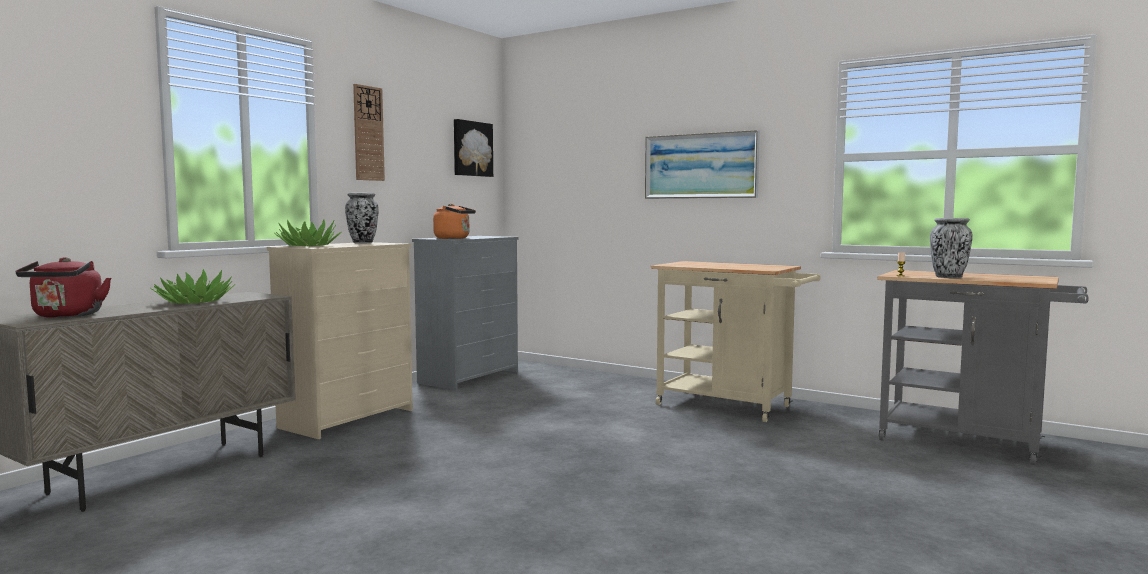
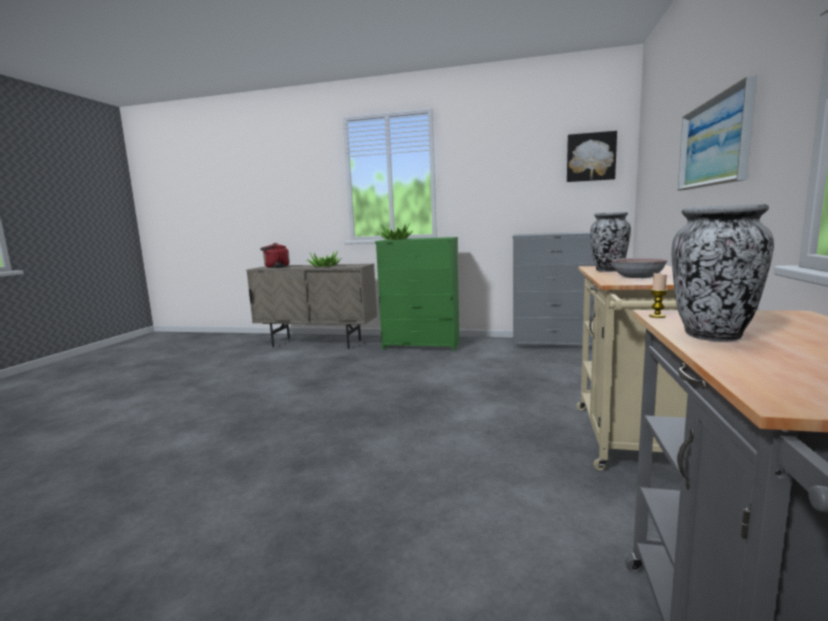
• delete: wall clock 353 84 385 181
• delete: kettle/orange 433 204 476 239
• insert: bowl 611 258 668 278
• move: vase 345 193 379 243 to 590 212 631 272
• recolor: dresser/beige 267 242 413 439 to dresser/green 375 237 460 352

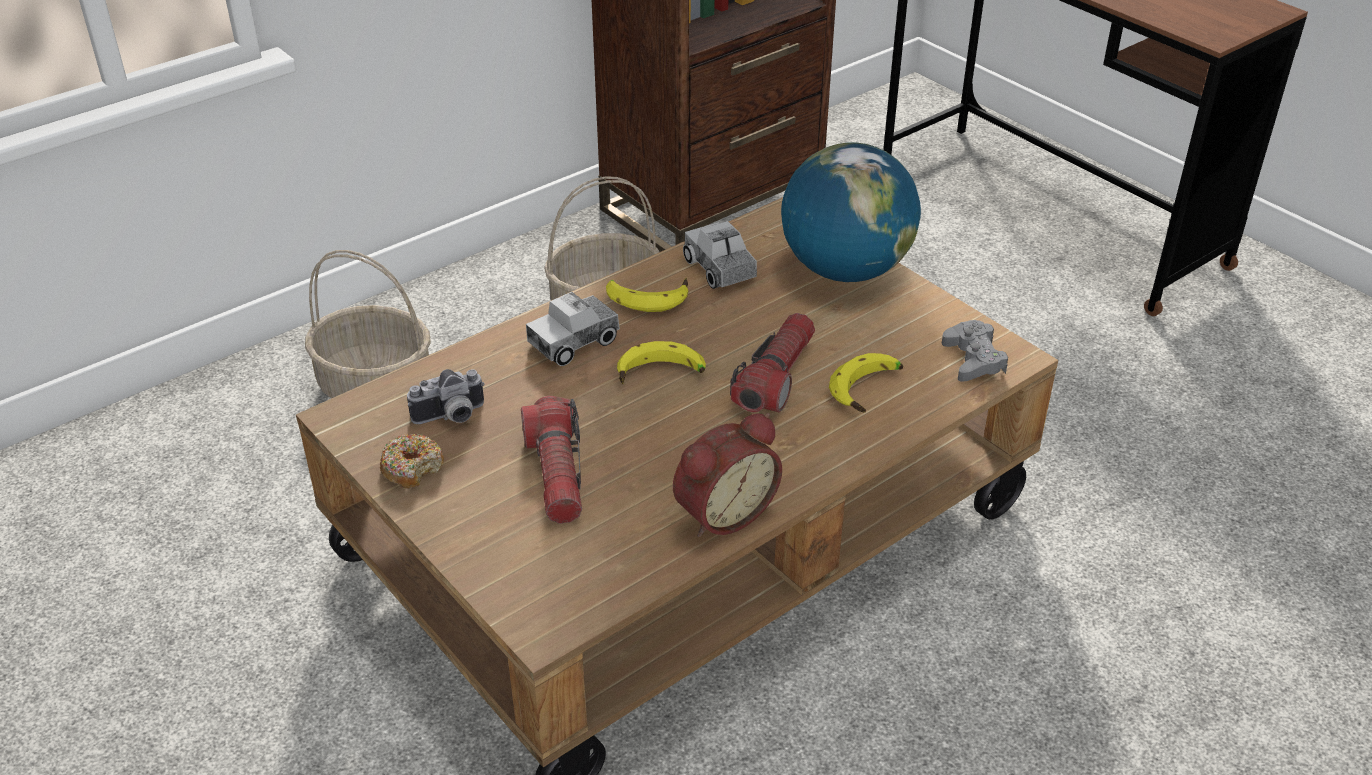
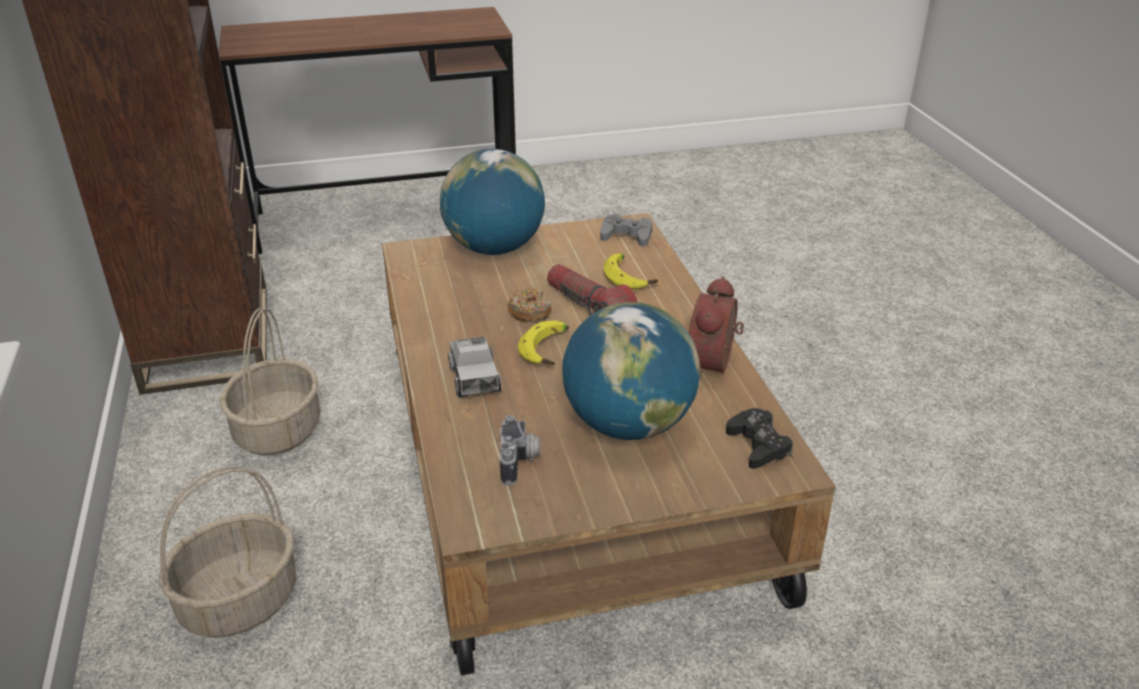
• delete: banana 606 278 688 312
• delete: toy truck 683 221 757 289
• insert: game controller/black 726 408 793 469
• move: donut 380 434 444 489 to 507 288 551 322
• replace: flashlight 521 396 582 524 to globe 562 302 700 440
• rotate: alarm clock 673 413 782 537 = 689 276 744 378 150 degrees counterclockwise

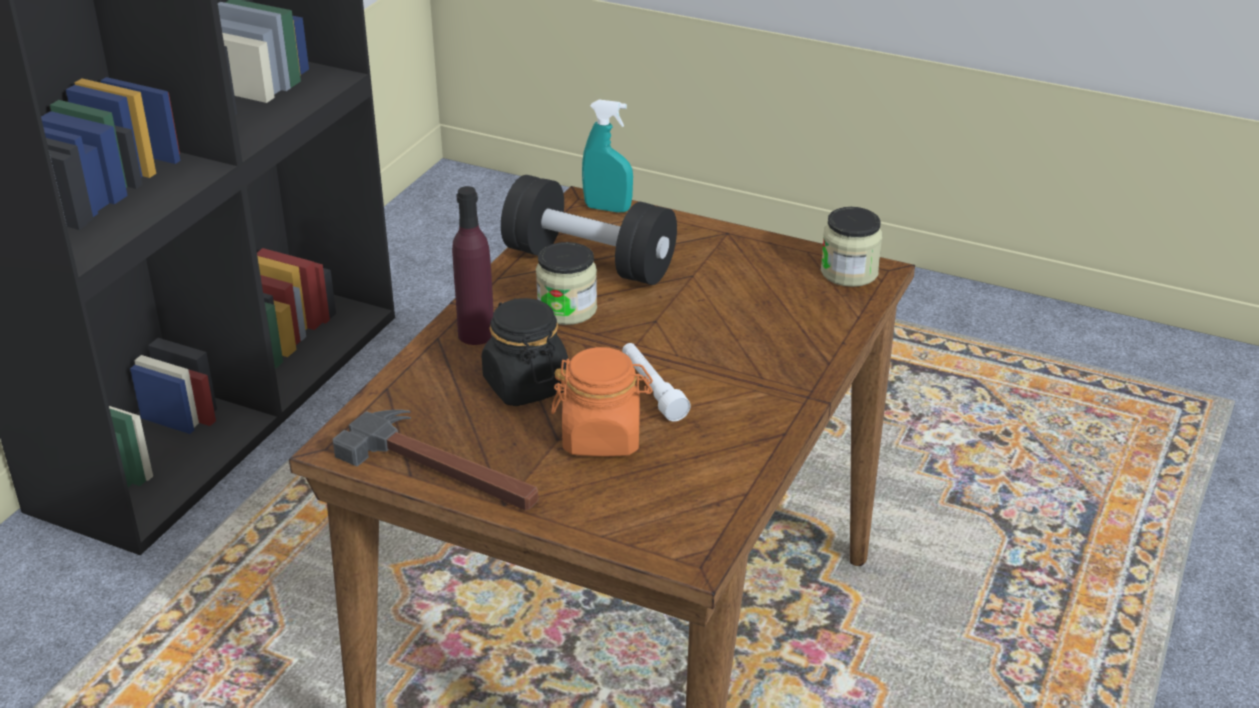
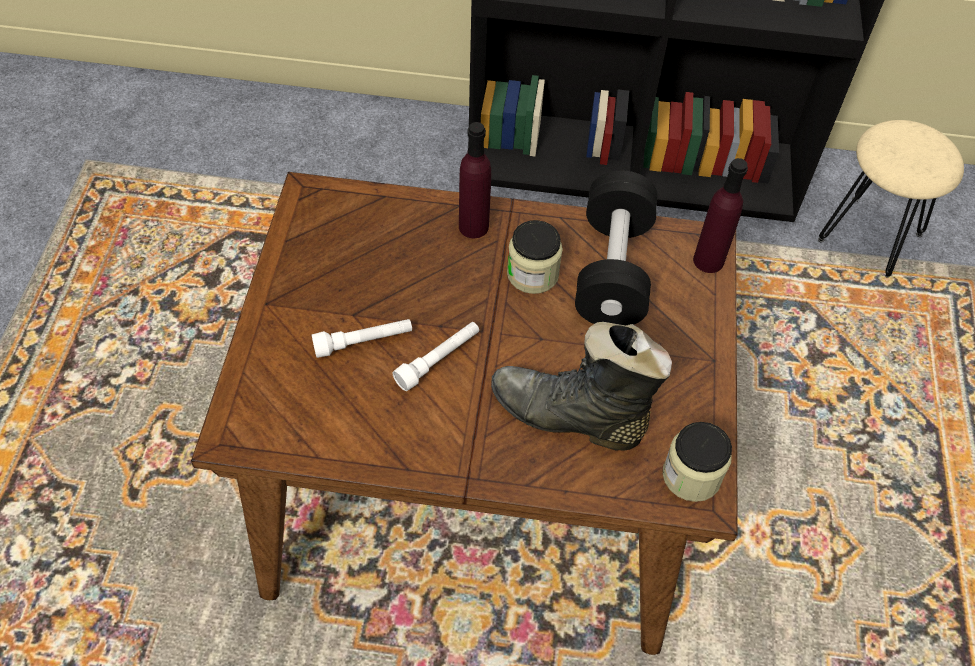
• delete: hammer 333 410 538 511
• delete: jar/black 482 298 569 406
• insert: boot/black 491 322 672 451
• insert: stool/beige 818 120 964 277
• replace: jar/orange 551 347 653 457 to flashlight/white 312 319 412 358
• replace: spray bottle/turquoise 582 100 633 213 to bottle/purple 693 158 748 273

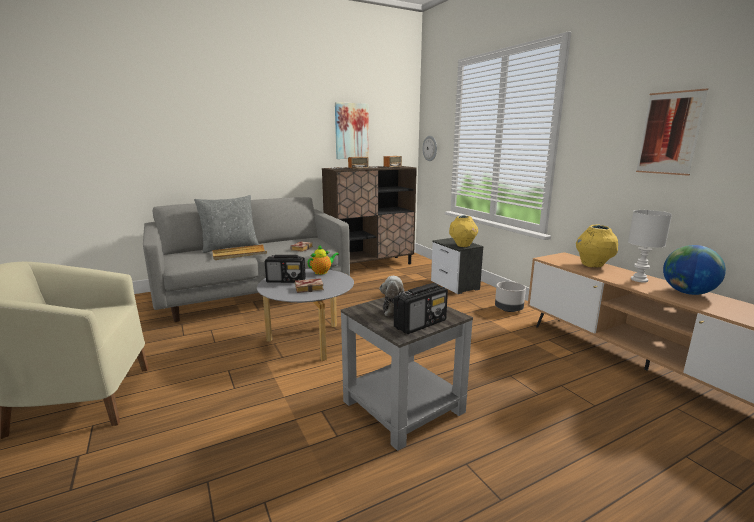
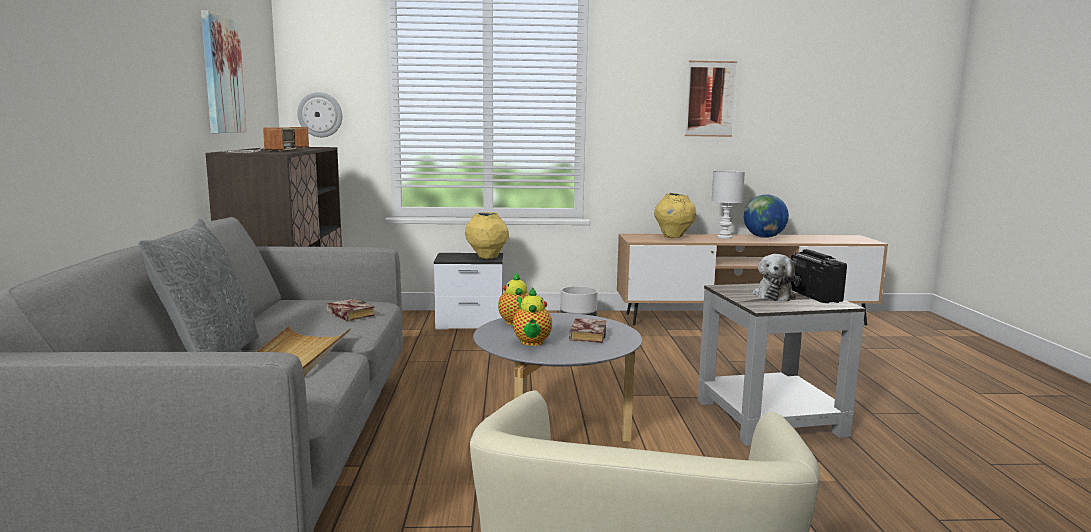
• replace: radio 265 255 306 283 to teapot 513 287 552 346

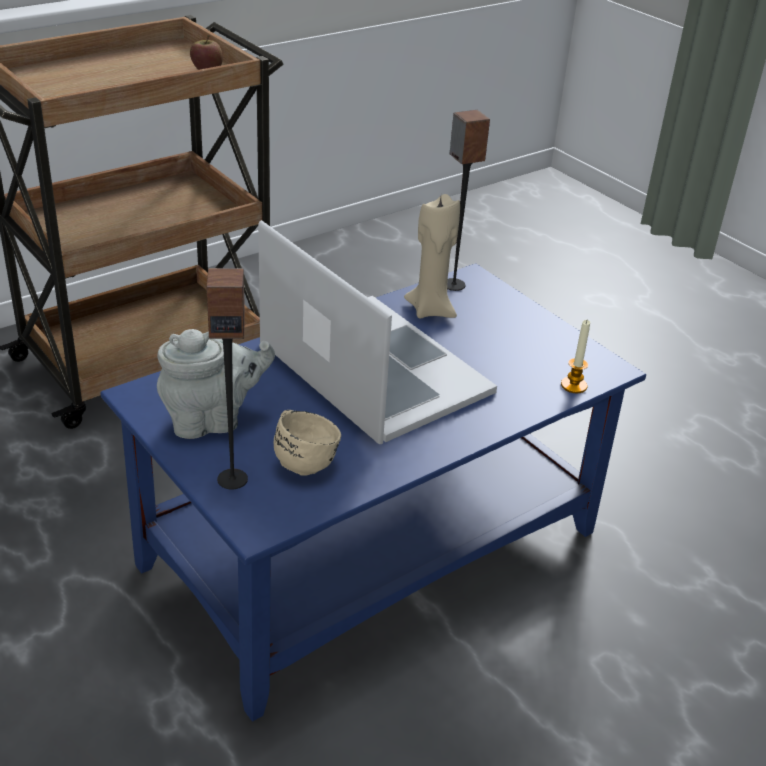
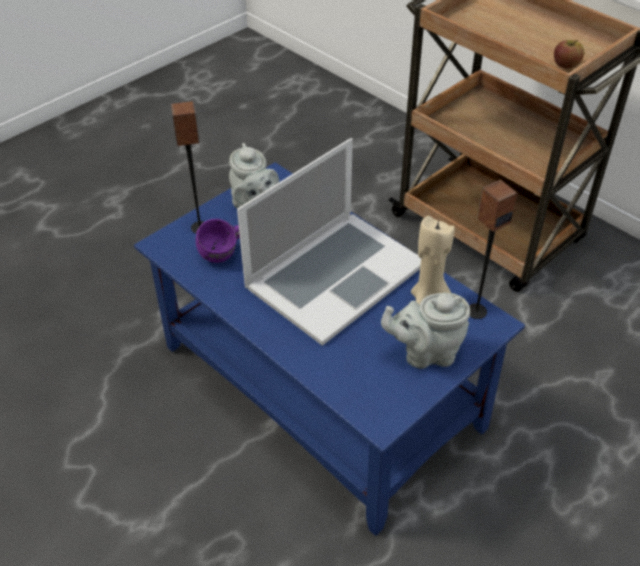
• delete: candle 561 320 590 393
• insert: teapot/grey 381 293 470 369
• recolor: mug/beige 274 410 341 476 to mug/purple 196 219 240 263

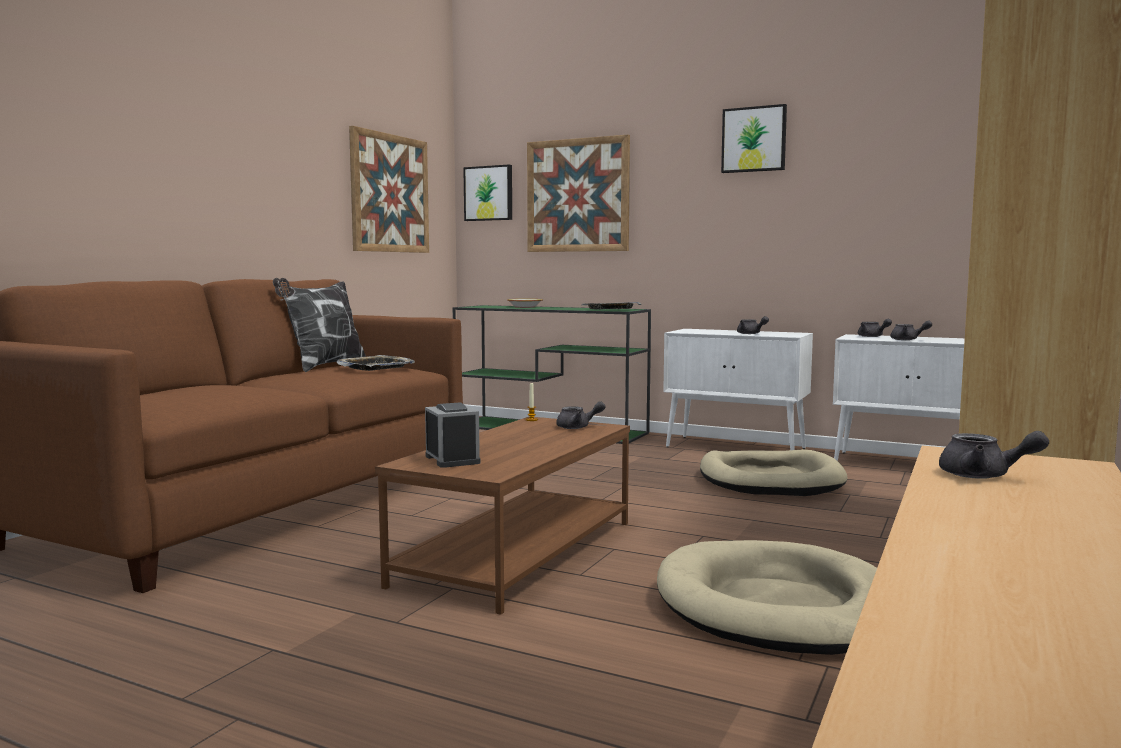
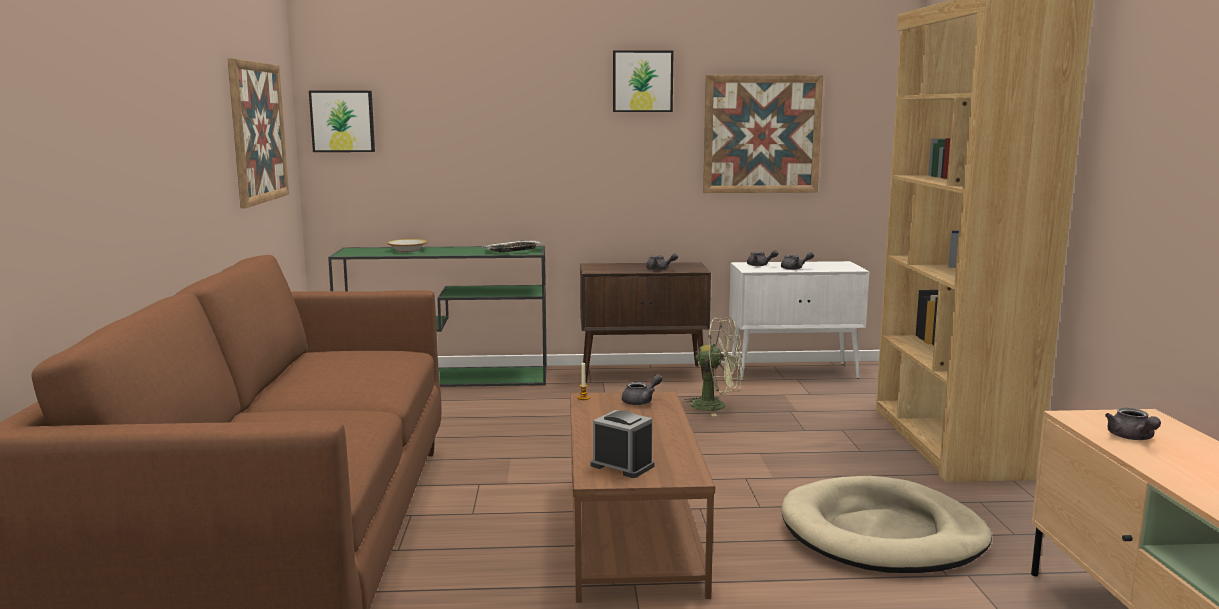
• delete: pillow 273 278 366 372
• delete: tray 337 355 415 371
• move: picture 527 135 630 252 to 703 75 823 193
• replace: dog bed/beige 700 449 847 496 to fan/green 683 317 743 416
• recolor: cabinet/white 663 329 813 450 to cabinet/brown 580 262 711 383
• rotate: teapot/grey 939 431 1049 479 = 1105 408 1161 440 90 degrees clockwise

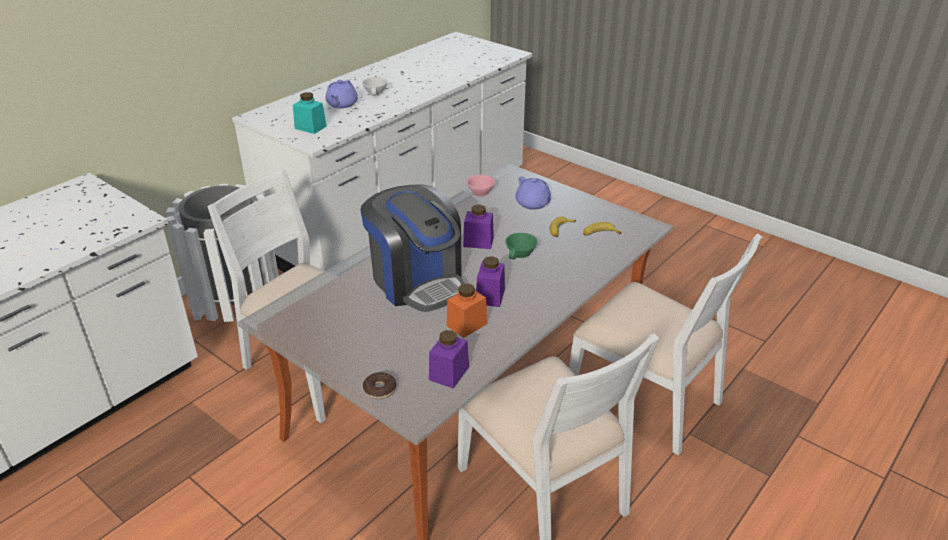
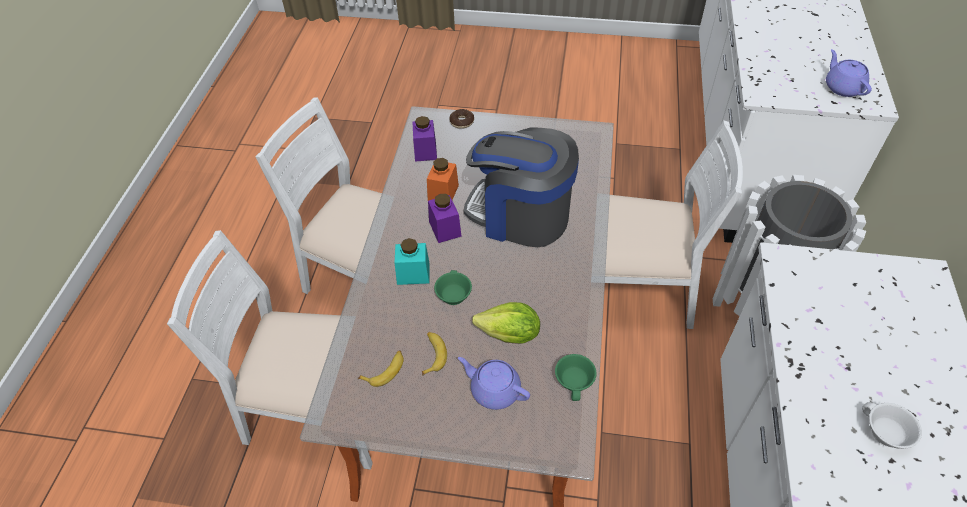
• delete: jar/purple 463 205 494 249
• insert: lettuce 472 302 540 344
• move: jar/turquoise 293 92 327 134 to 395 238 430 285
• move: teapot/purple 326 80 358 108 to 826 49 872 97
• recolor: cup/pink 466 175 495 197 to cup/green 555 354 597 401

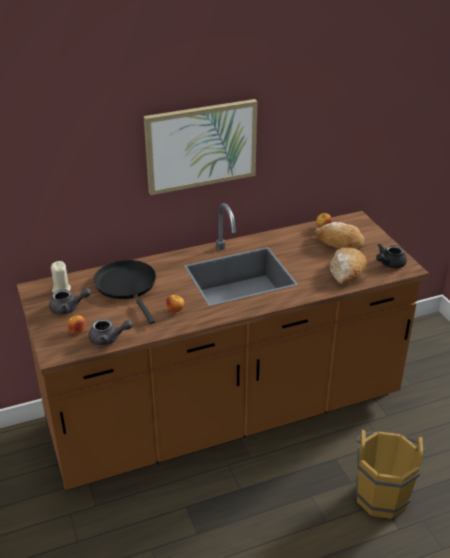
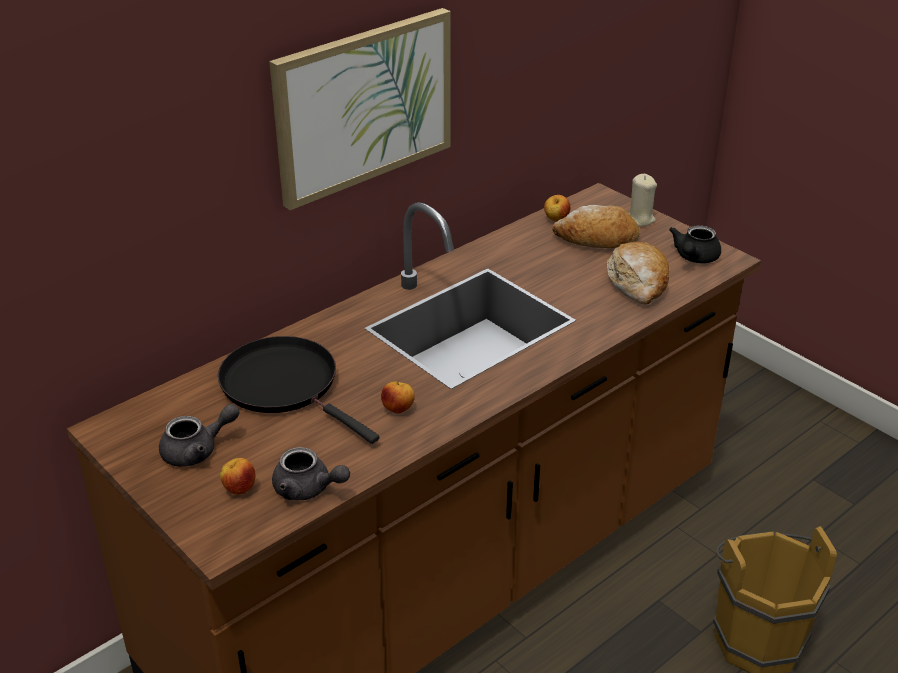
• move: candle/beige 51 261 71 293 to 629 174 657 226
• rotate: teapot/grey 89 318 133 346 = 272 447 350 500 45 degrees clockwise

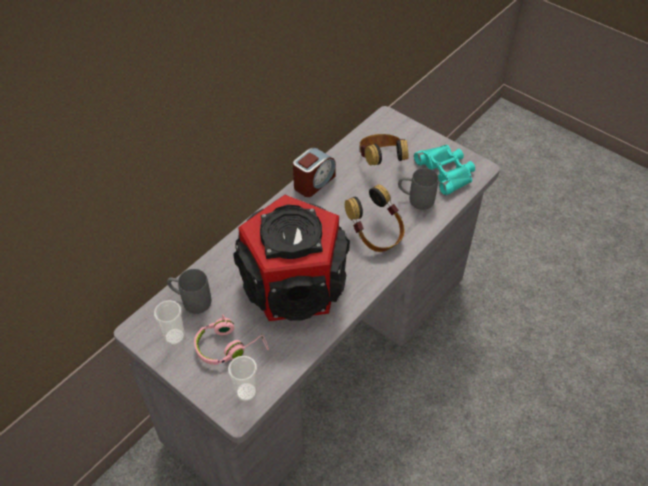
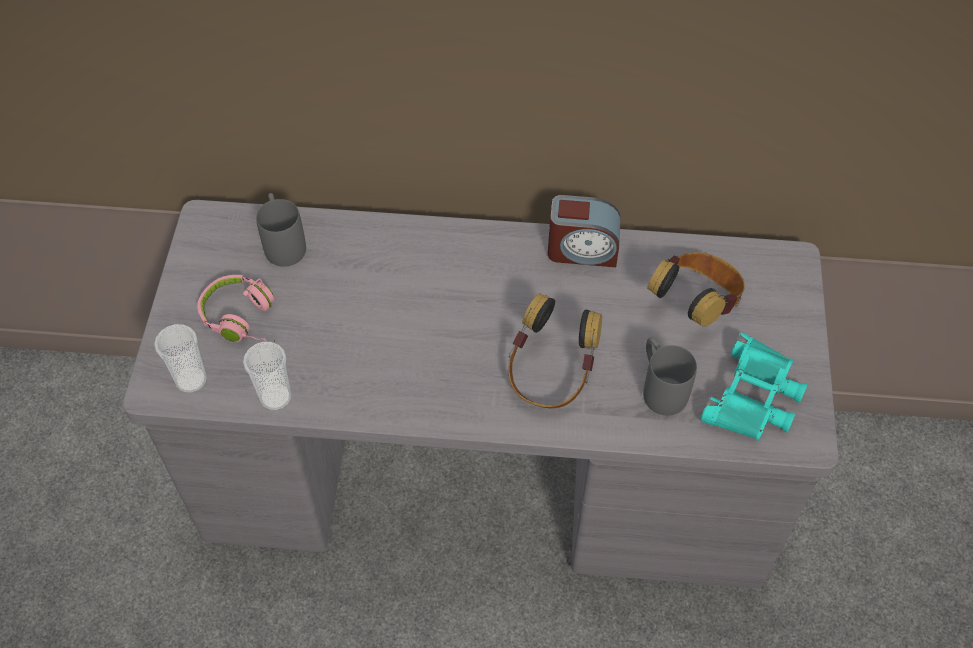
• delete: speaker 233 195 350 321
• move: cup 154 300 185 345 to 243 342 291 410

